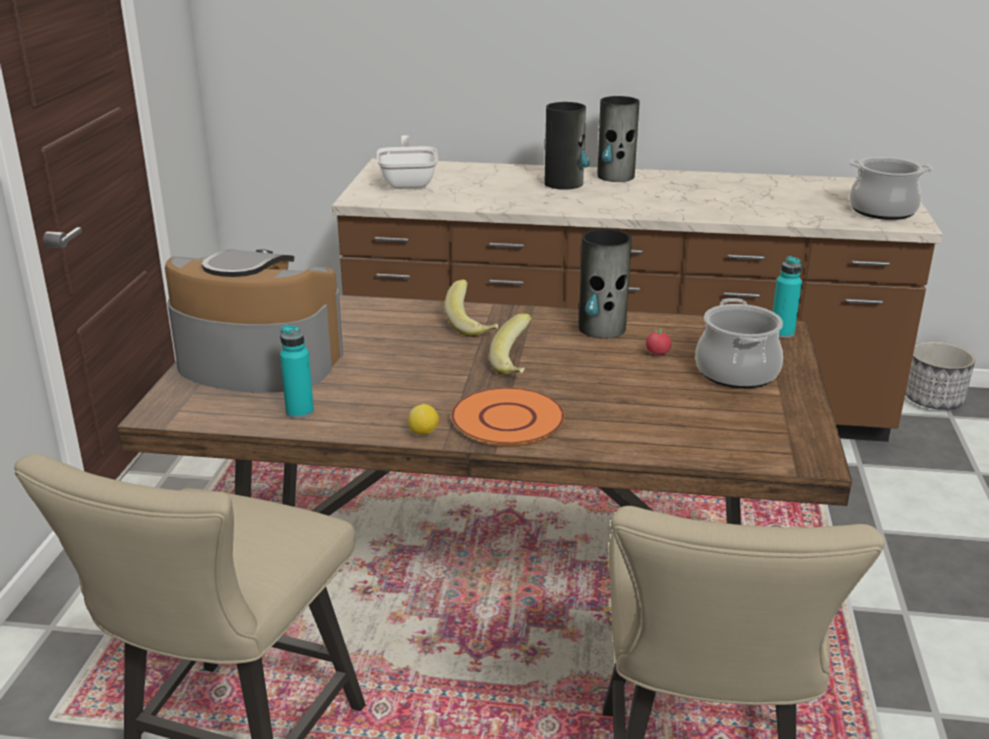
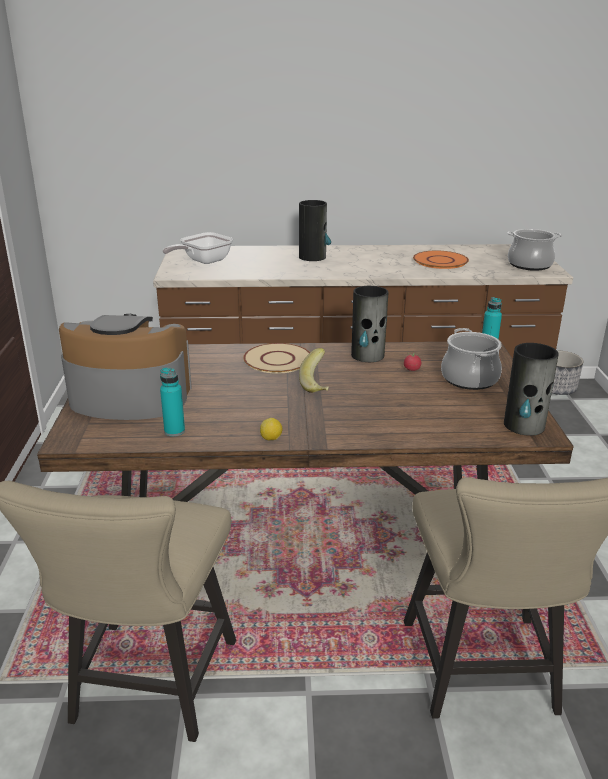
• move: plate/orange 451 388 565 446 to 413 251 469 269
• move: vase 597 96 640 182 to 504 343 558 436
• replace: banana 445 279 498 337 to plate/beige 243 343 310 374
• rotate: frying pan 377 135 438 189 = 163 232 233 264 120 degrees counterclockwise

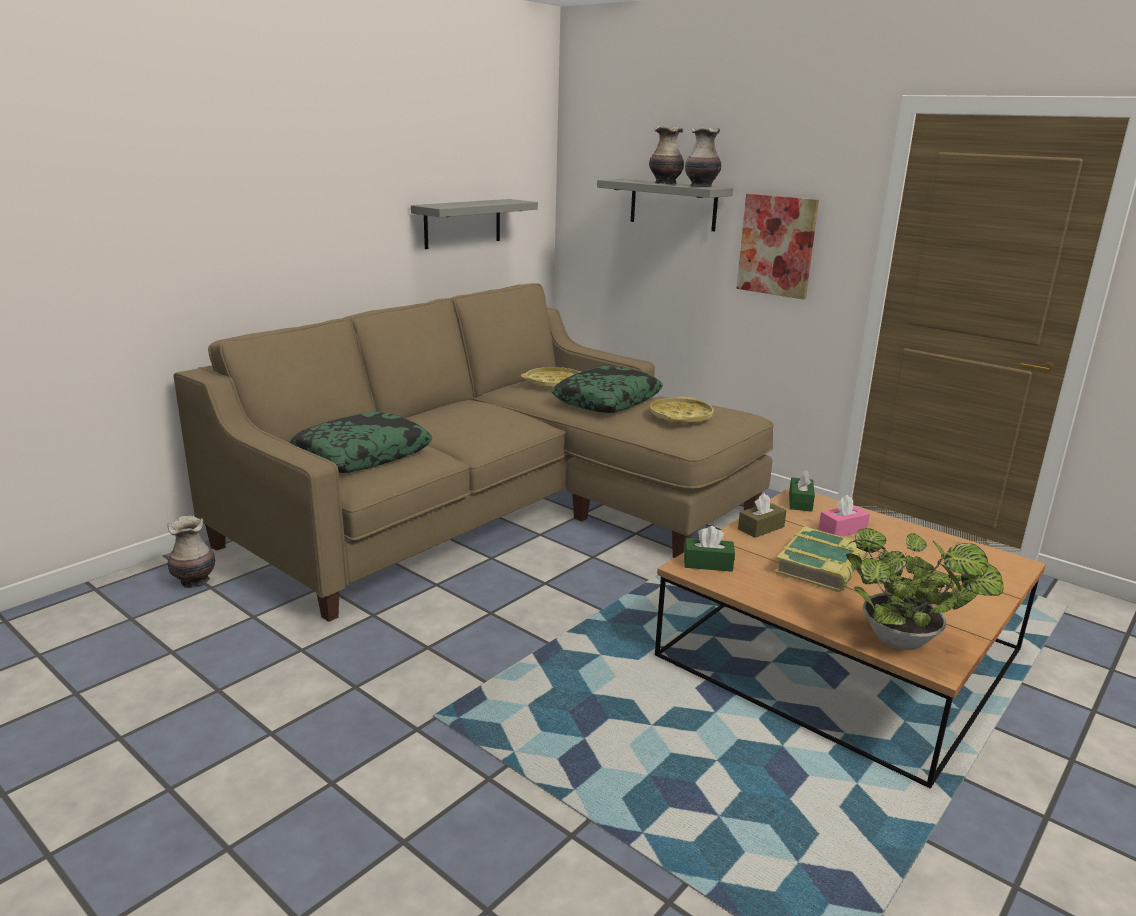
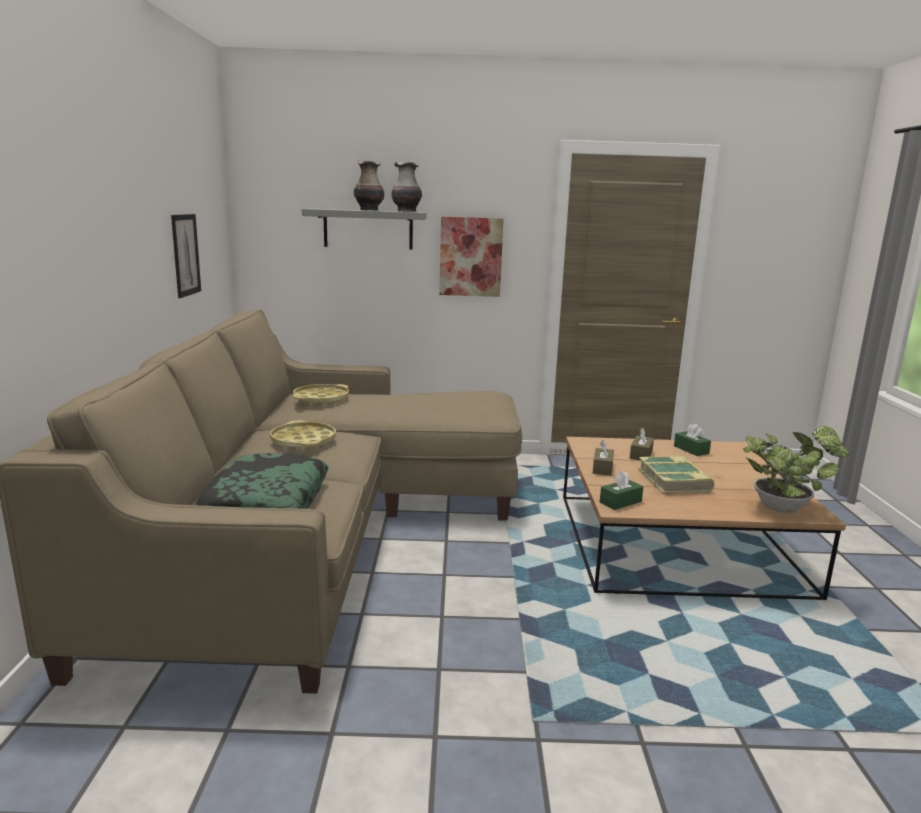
• delete: vase 167 515 215 588
• delete: pillow 551 366 663 413
• move: tray/yellow 650 396 714 424 to 270 420 336 449
• move: tissue box/green 789 470 815 512 to 674 424 711 456
• replace: shelf/grey 411 199 538 249 to picture 171 214 201 298
• recolor: tissue box/pink 818 495 870 537 to tissue box/brown 630 428 654 460

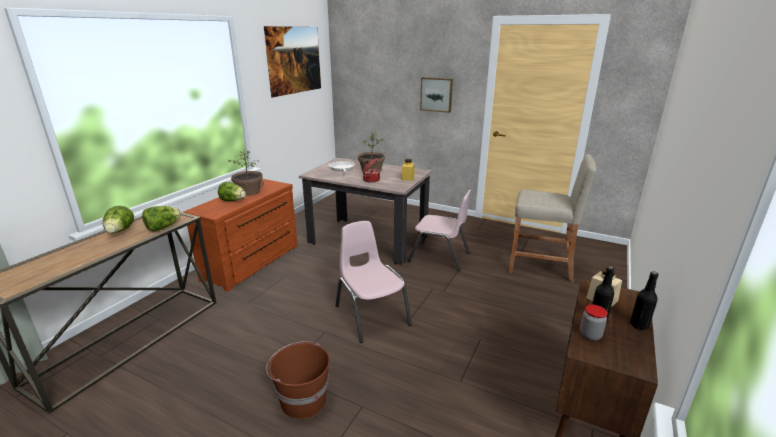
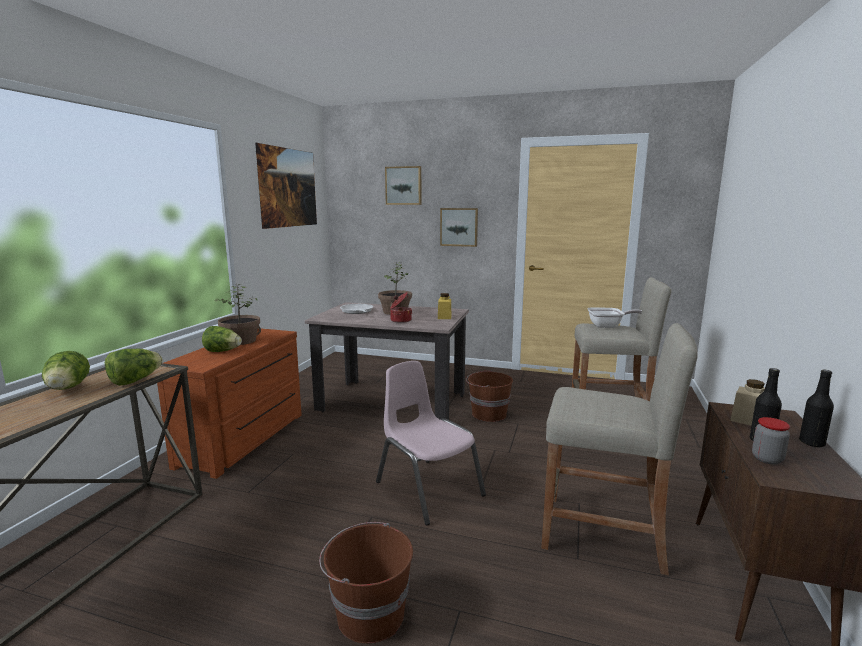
• insert: picture 385 166 421 205
• insert: stool/beige 541 323 698 576
• insert: frying pan 587 307 642 328
• replace: chair/pink 408 190 471 271 to bucket/brown 466 370 513 422

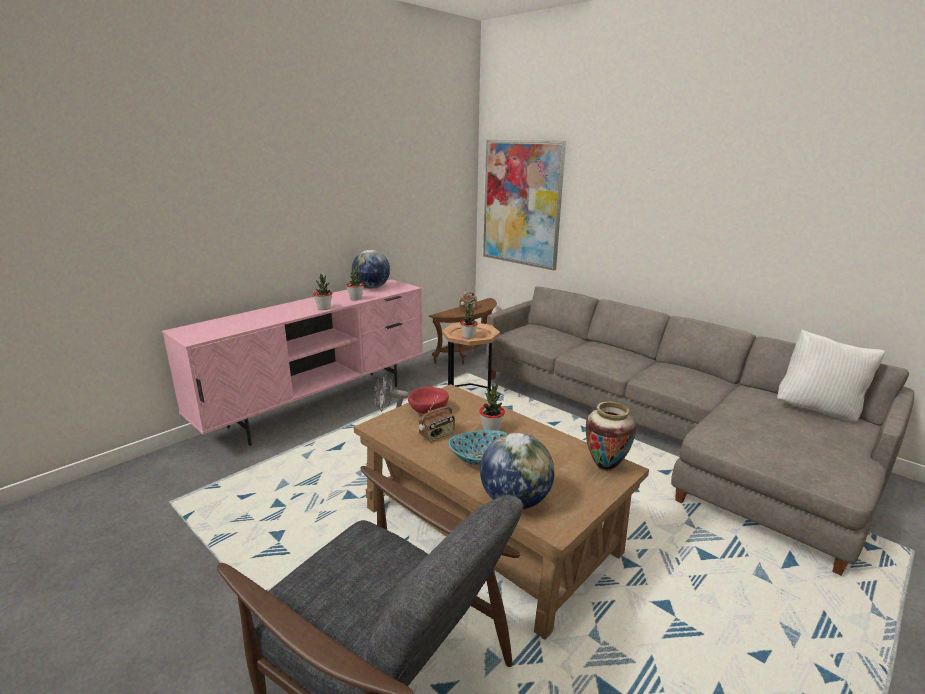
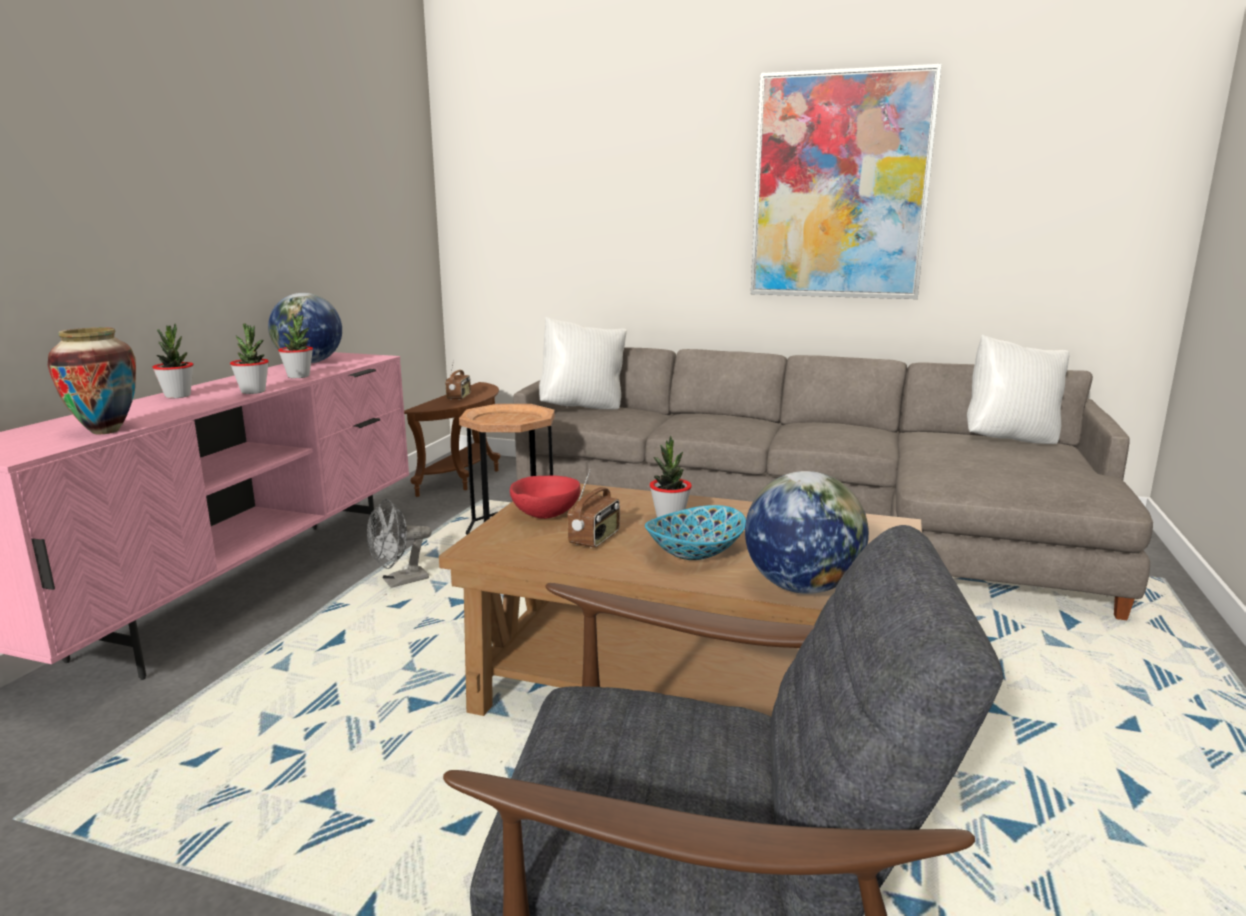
• insert: pillow/white 539 317 627 409
• move: potted plant 460 303 478 339 to 152 324 194 398
• move: picture 483 140 566 270 to 751 64 942 299
• move: vase 586 401 636 471 to 48 327 136 434

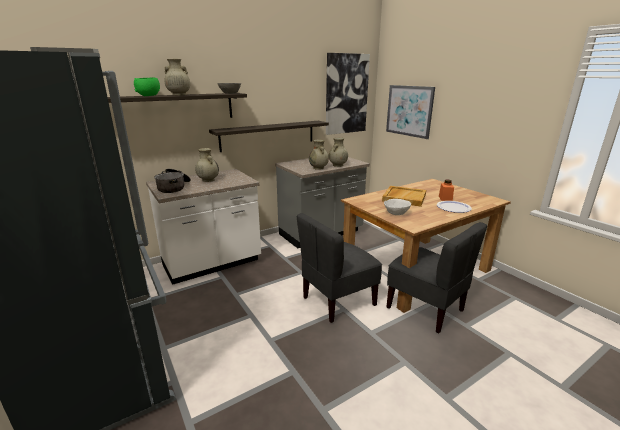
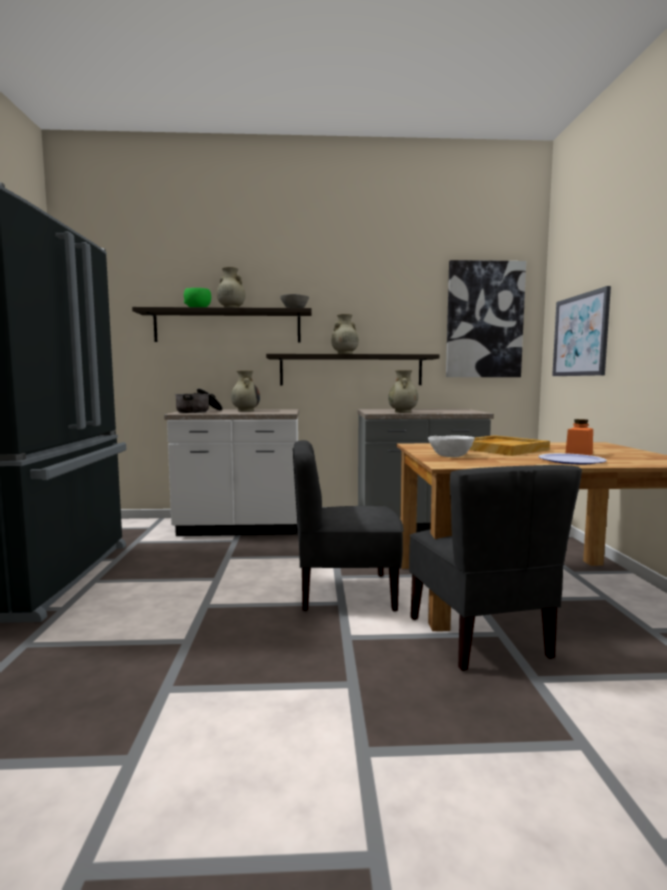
• move: vase/beige 329 138 348 167 to 331 314 359 354

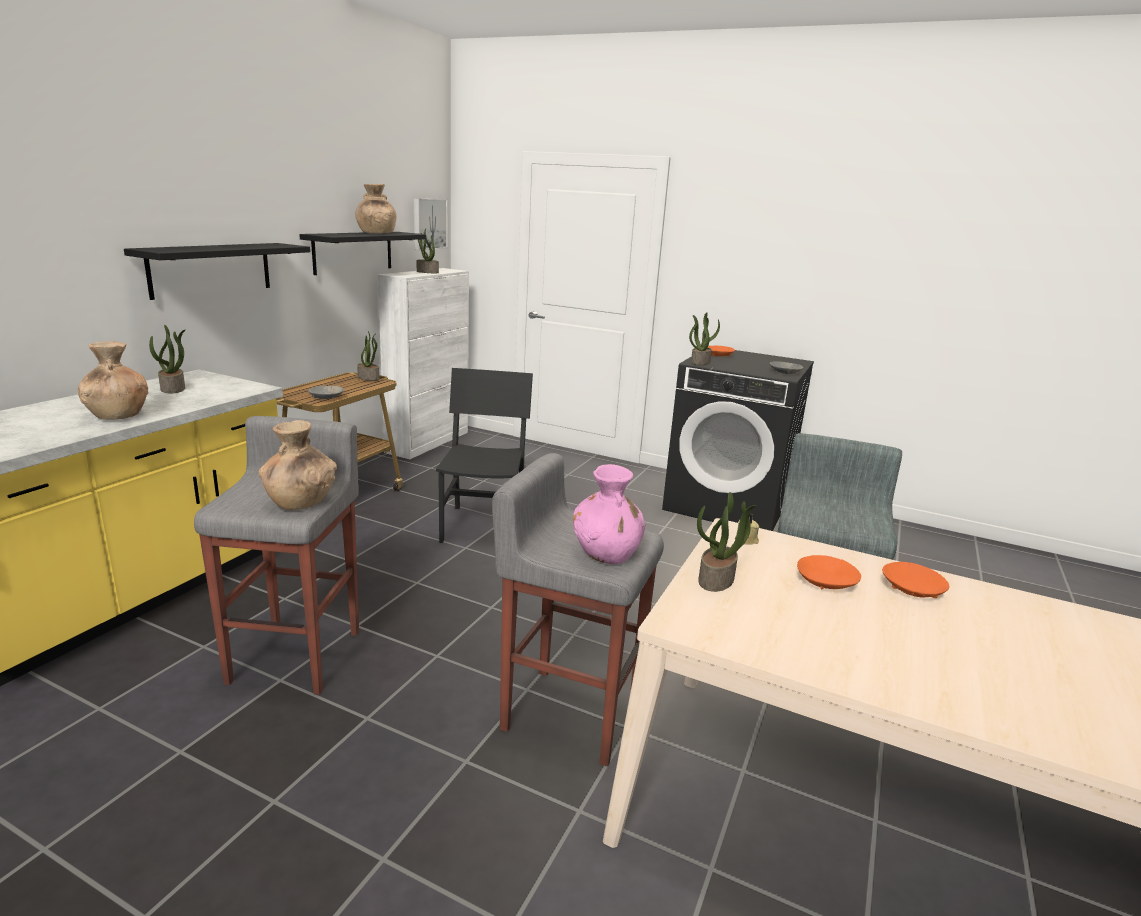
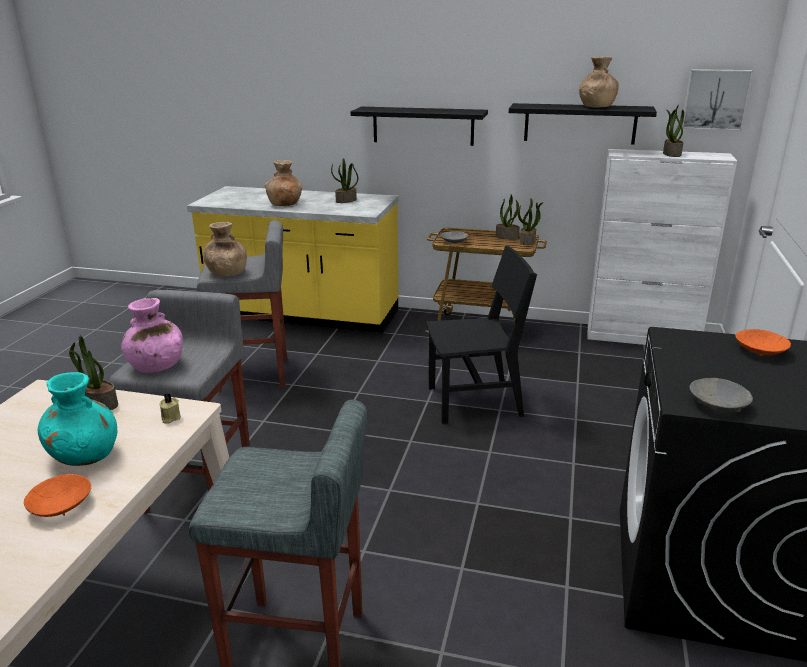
• move: potted plant 689 312 720 365 to 496 195 520 240
• replace: bowl/orange 797 555 861 590 to vase/turquoise 38 372 117 466

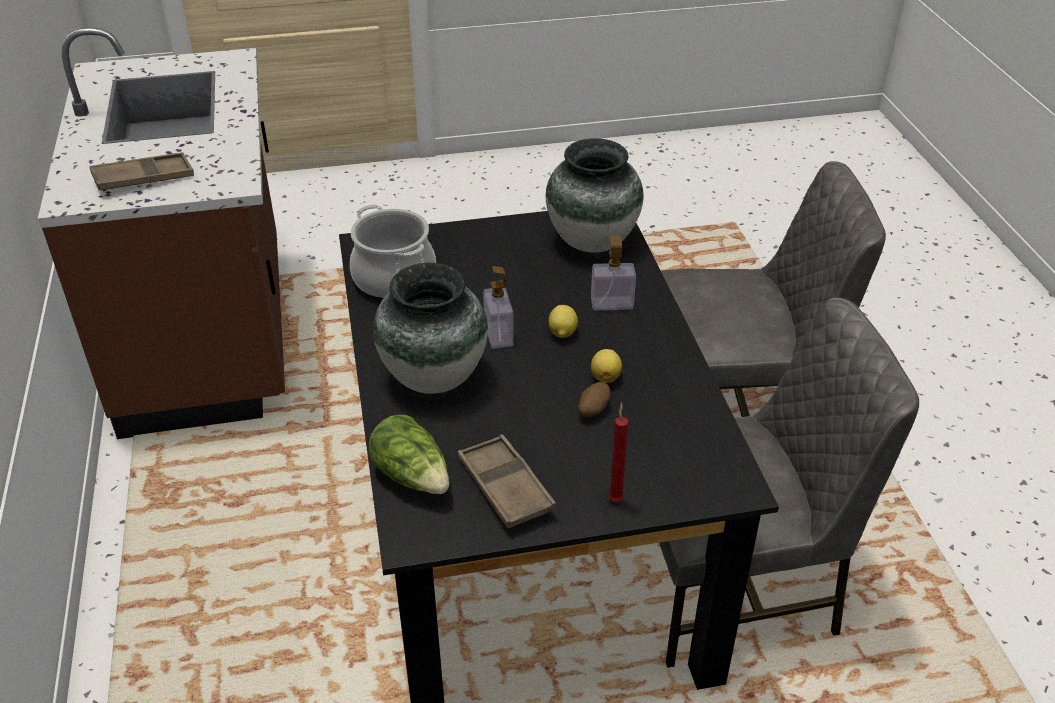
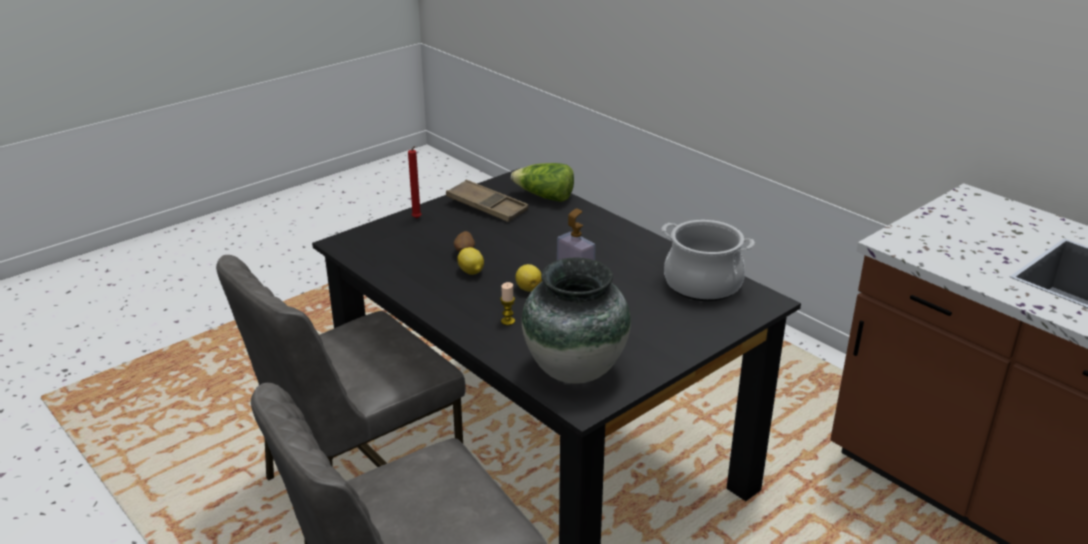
• delete: tray/brown 90 152 194 192
• delete: vase 373 263 488 394
• replace: soap dispenser 591 236 636 310 to candle 500 282 515 325

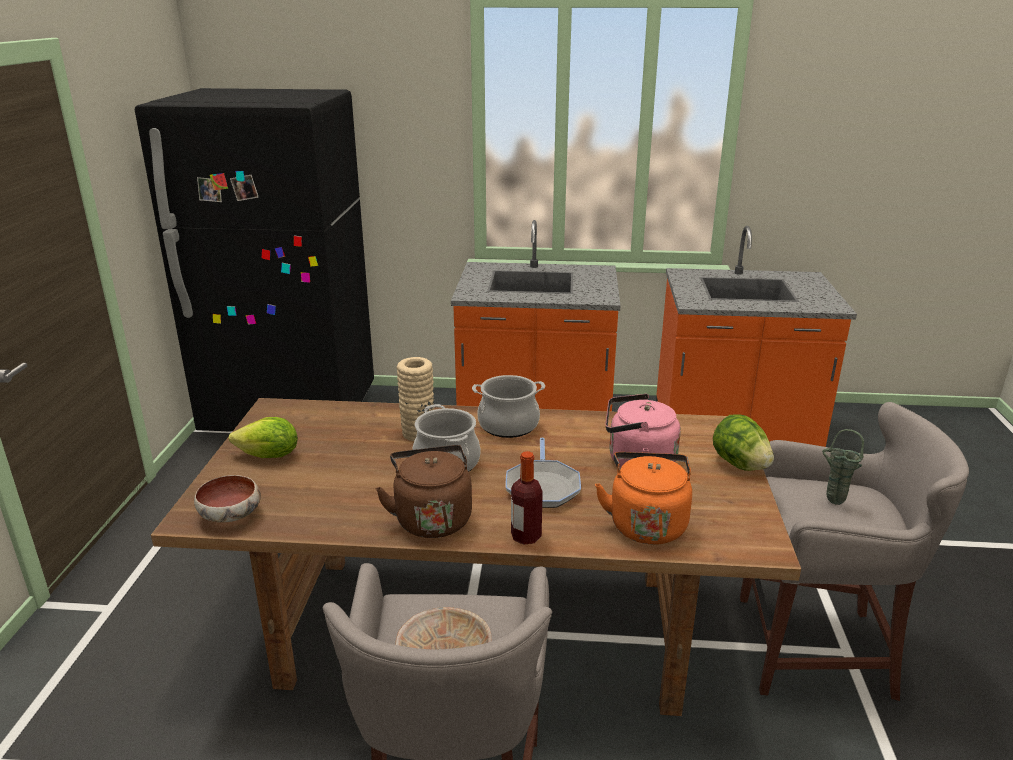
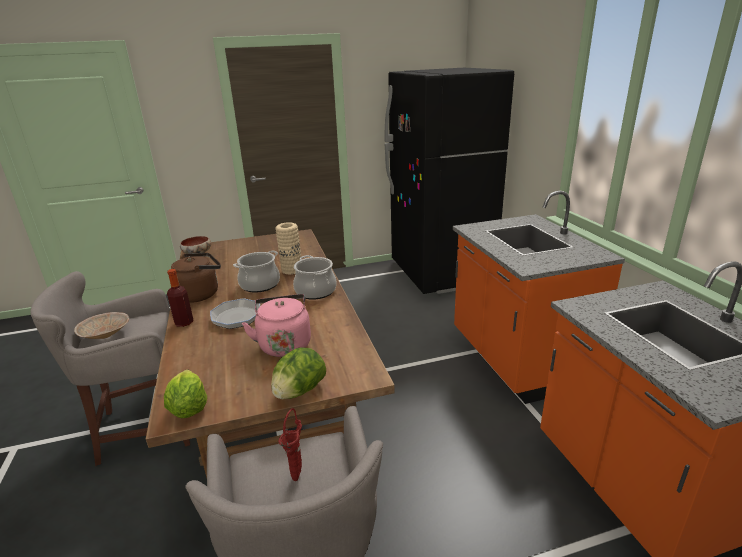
• delete: kettle/orange 595 452 692 545
• move: lettuce 229 417 298 458 to 164 370 207 418
• recolor: vase/green 822 429 864 505 to vase/red 278 408 302 481

